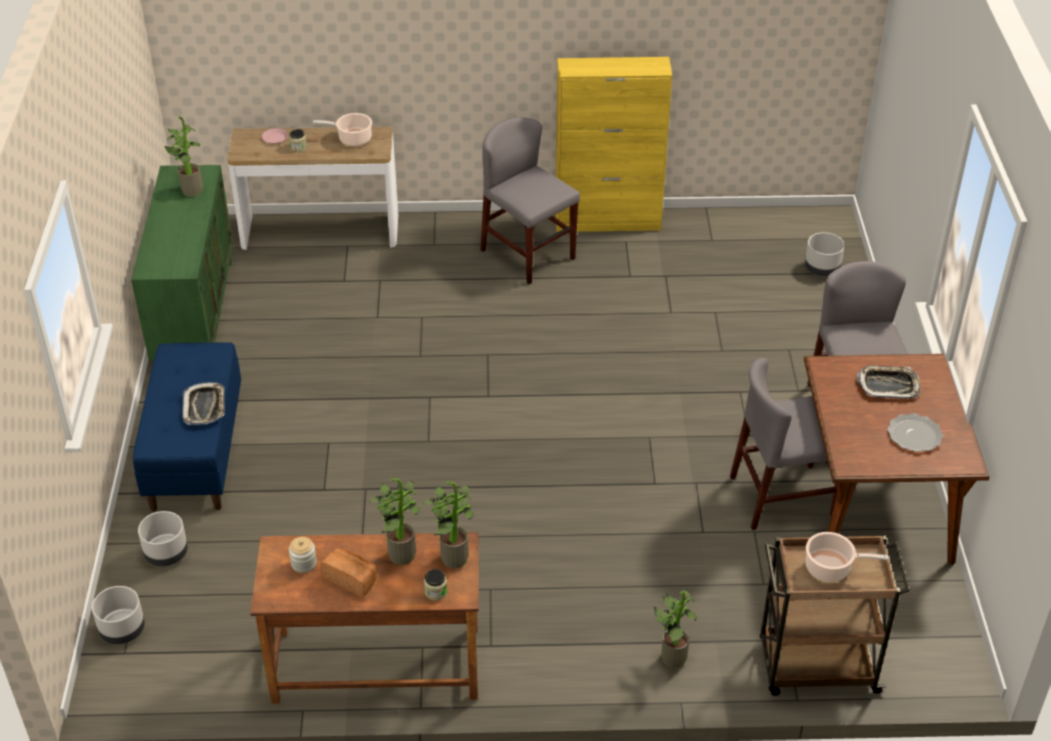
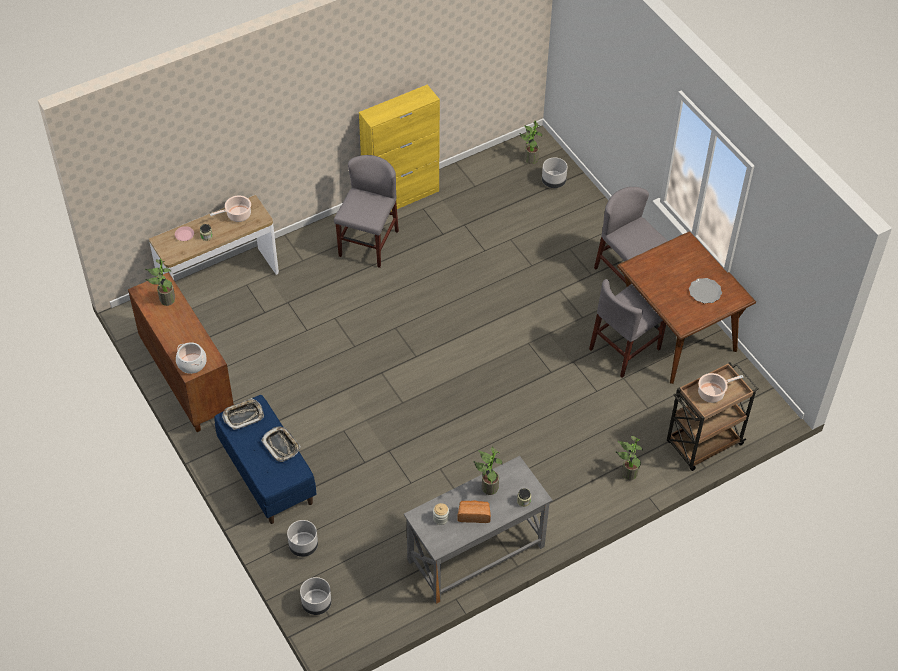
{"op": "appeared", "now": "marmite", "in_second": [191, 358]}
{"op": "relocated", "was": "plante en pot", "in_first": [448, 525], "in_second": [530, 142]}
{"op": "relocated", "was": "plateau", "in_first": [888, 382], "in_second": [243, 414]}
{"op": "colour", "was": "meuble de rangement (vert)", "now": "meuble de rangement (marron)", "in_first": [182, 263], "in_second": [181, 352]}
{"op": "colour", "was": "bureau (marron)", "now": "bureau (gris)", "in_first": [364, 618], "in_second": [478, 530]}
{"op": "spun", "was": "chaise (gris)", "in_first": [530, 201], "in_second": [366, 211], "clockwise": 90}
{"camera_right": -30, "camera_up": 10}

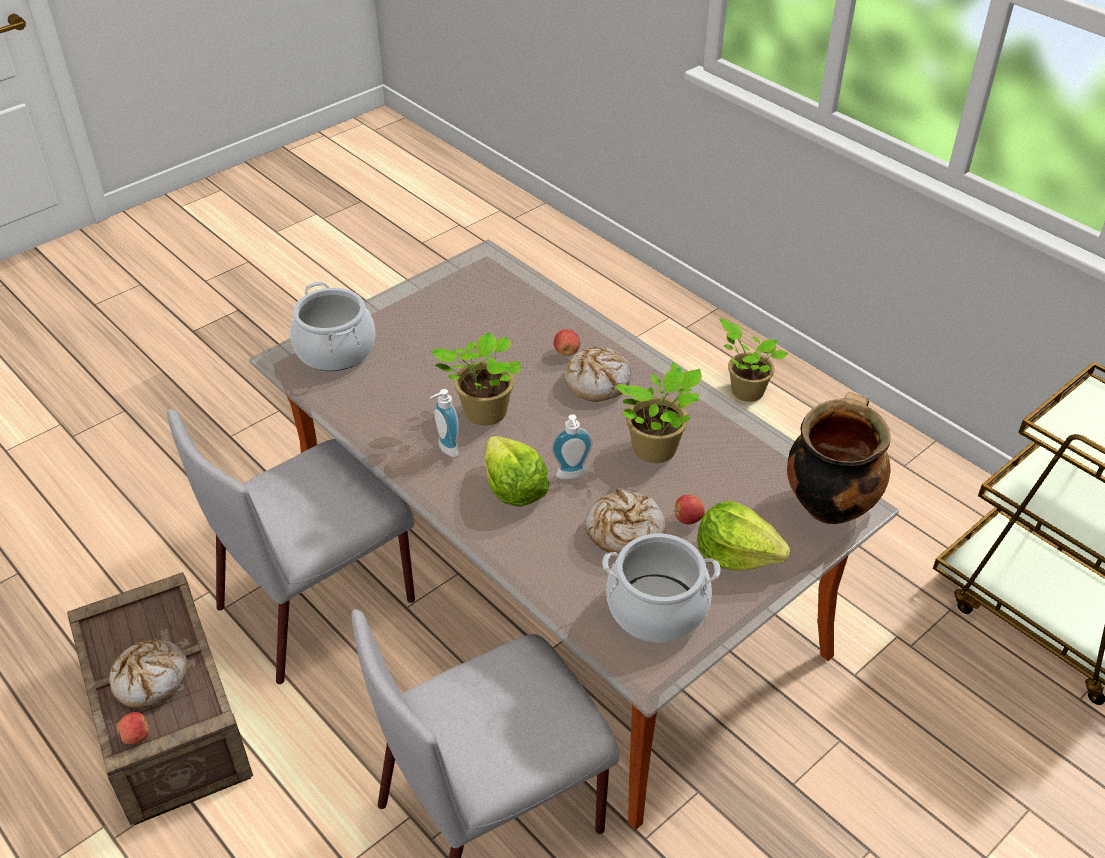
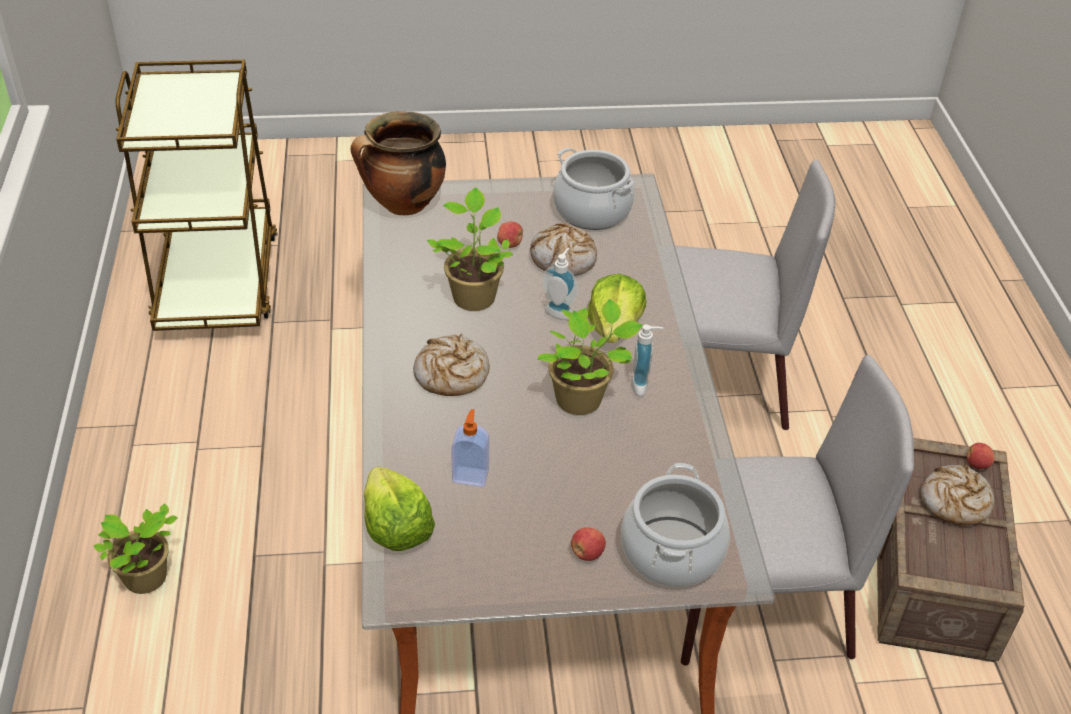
{"op": "appeared", "now": "distributeur de savon", "in_second": [470, 448]}
{"op": "relocated", "was": "pomme", "in_first": [567, 342], "in_second": [588, 544]}
{"op": "relocated", "was": "laitue", "in_first": [743, 535], "in_second": [399, 509]}
{"camera_right": -145, "camera_up": 0}

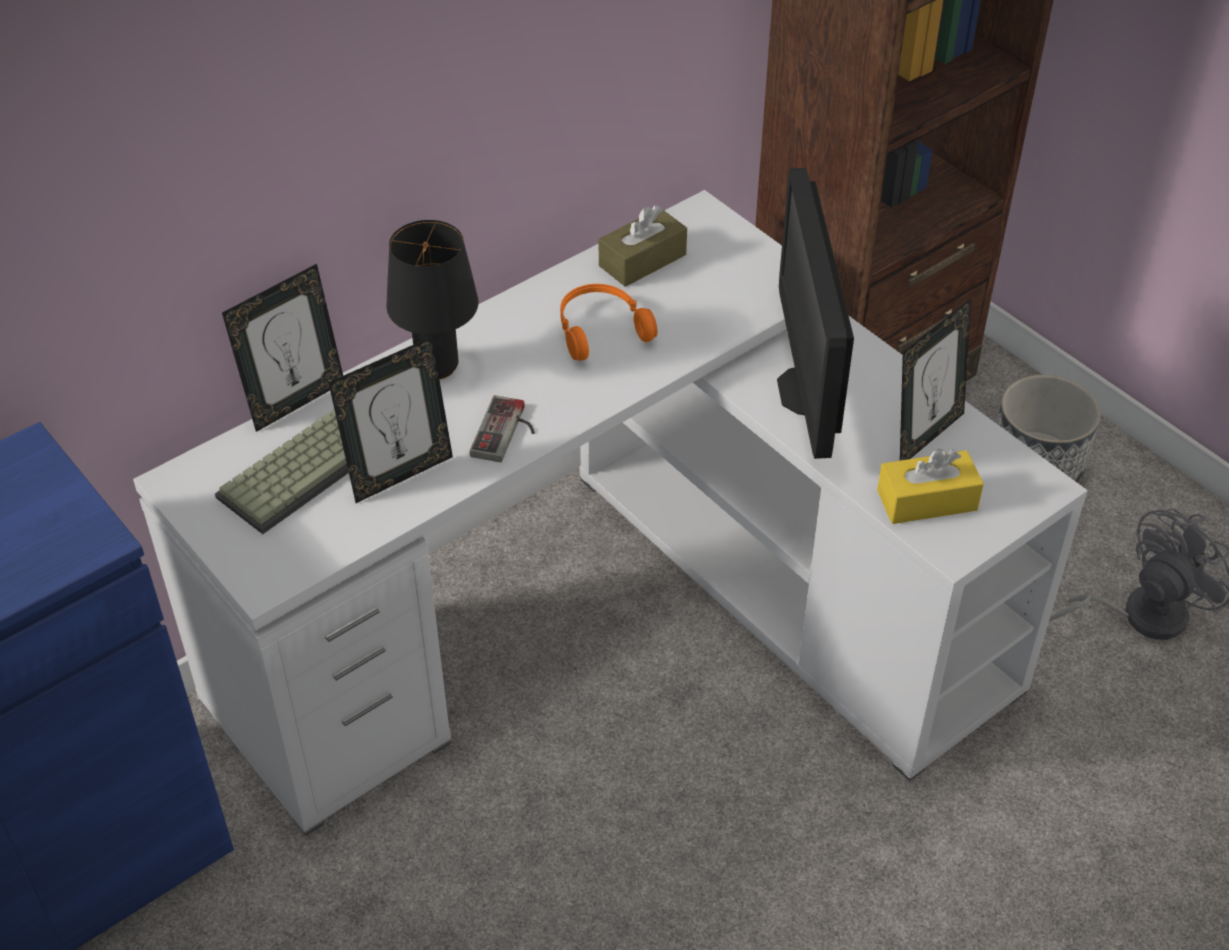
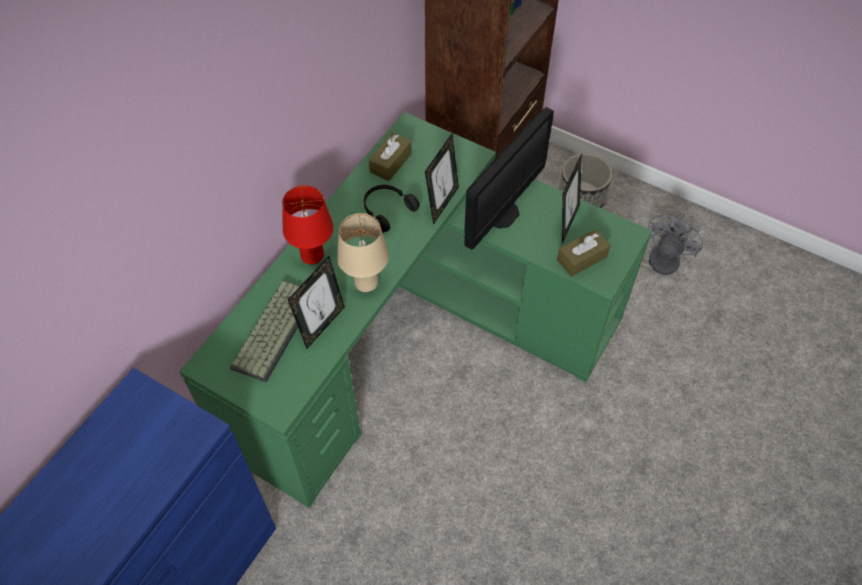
{"op": "relocated", "was": "cadre photo", "in_first": [282, 348], "in_second": [442, 179]}
{"op": "exchanged", "was": "manette", "now": "lampe de table (beige)", "in_first": [502, 428], "in_second": [363, 252]}
{"op": "colour", "was": "bureau (blanc)", "now": "bureau (vert)", "in_first": [610, 513], "in_second": [415, 310]}
{"op": "colour", "was": "lampe de table (noir)", "now": "lampe de table (rouge)", "in_first": [432, 299], "in_second": [307, 225]}
{"op": "colour", "was": "casque audio (orange)", "now": "casque audio (noir)", "in_first": [609, 322], "in_second": [392, 209]}
{"op": "colour", "was": "boîte à mouchoirs (jaune)", "now": "boîte à mouchoirs (marron)", "in_first": [930, 486], "in_second": [584, 253]}
{"op": "spun", "was": "écran d'ordinateur", "in_first": [815, 313], "in_second": [509, 178], "clockwise": -120}
{"camera_right": -20, "camera_up": 10}

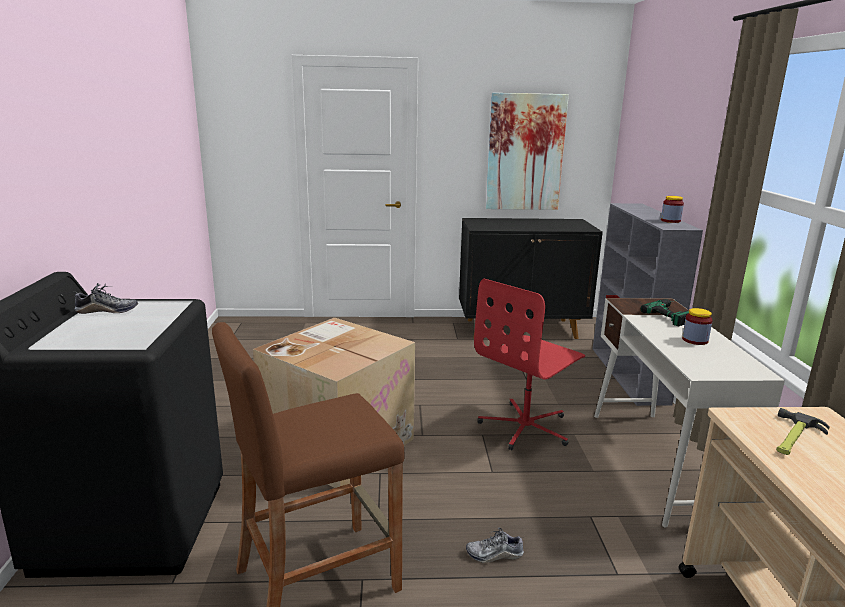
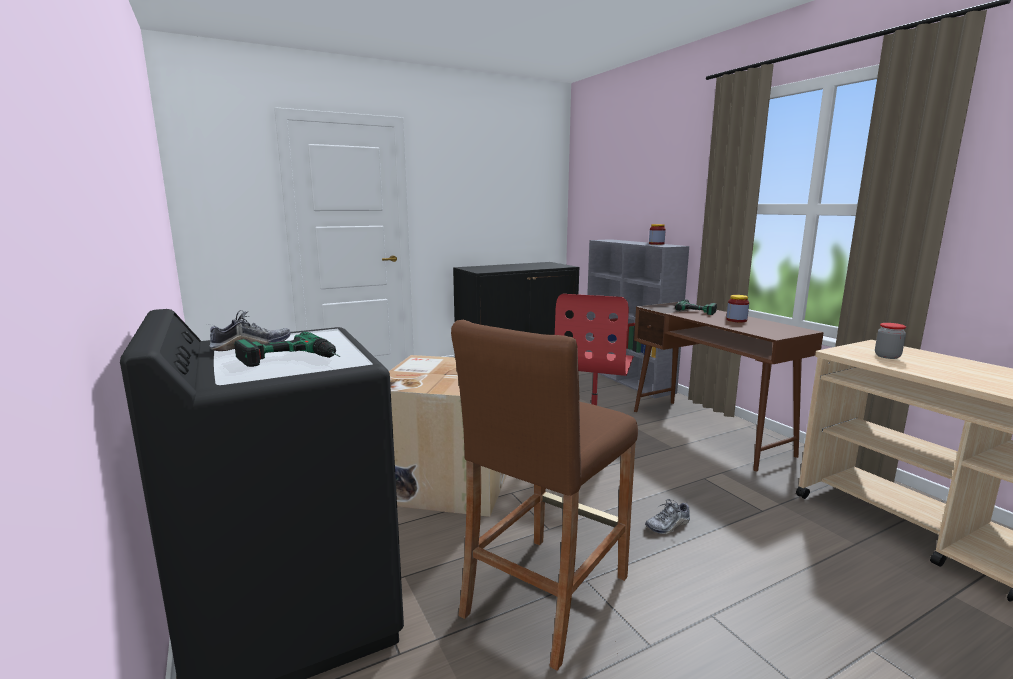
{"op": "missing", "was": "tableau", "in_first": [527, 151]}
{"op": "appeared", "now": "perceuse", "in_second": [287, 349]}
{"op": "exchanged", "was": "marteau", "now": "bocal", "in_first": [802, 431], "in_second": [890, 341]}
{"op": "colour", "was": "bureau (blanc)", "now": "bureau (marron)", "in_first": [689, 412], "in_second": [729, 386]}
{"camera_right": -25, "camera_up": -5}

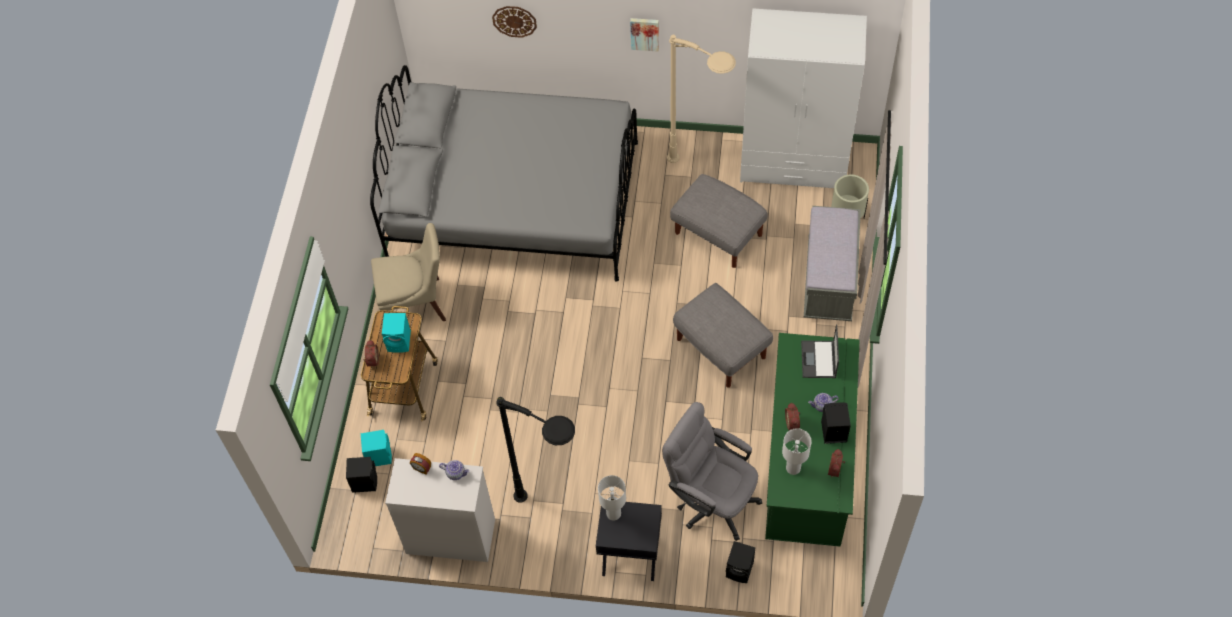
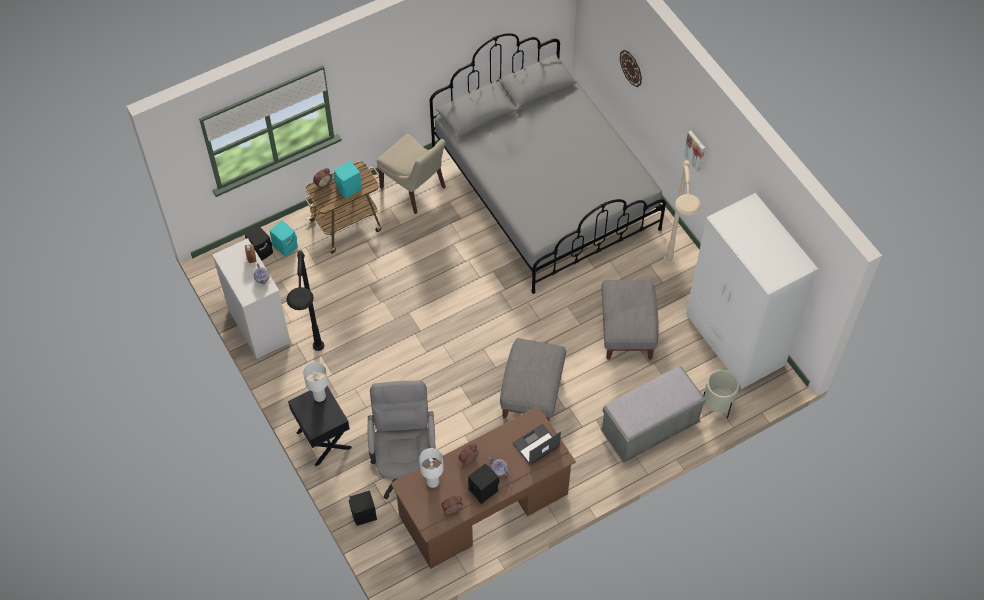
{"op": "colour", "was": "bureau (vert)", "now": "bureau (marron)", "in_first": [812, 440], "in_second": [483, 487]}
{"camera_right": 50, "camera_up": 0}

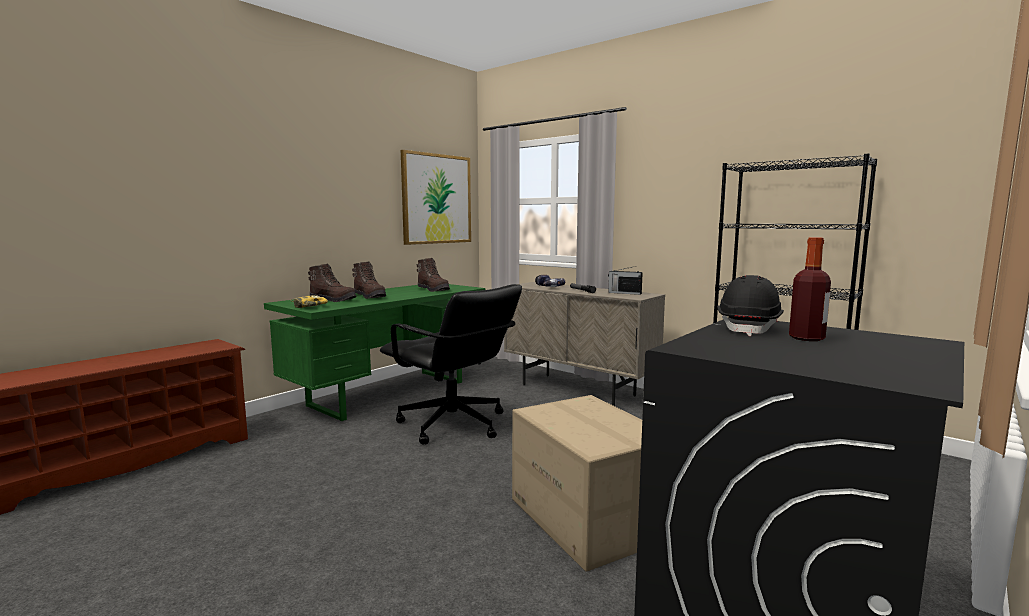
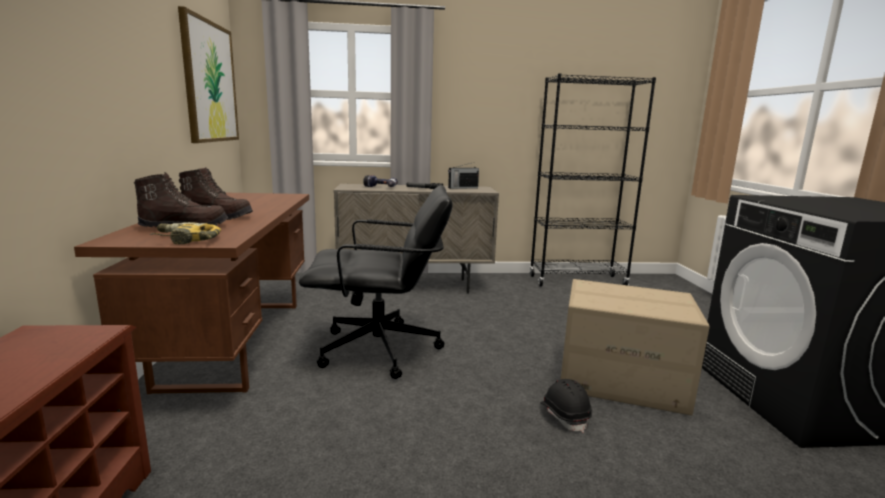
{"op": "missing", "was": "botte (marron)", "in_first": [433, 275]}
{"op": "missing", "was": "bouteille", "in_first": [810, 289]}
{"op": "relocated", "was": "casque de chantier (noir)", "in_first": [750, 305], "in_second": [566, 406]}
{"op": "colour", "was": "bureau (vert)", "now": "bureau (marron)", "in_first": [375, 352], "in_second": [191, 293]}
{"camera_right": -45, "camera_up": 5}

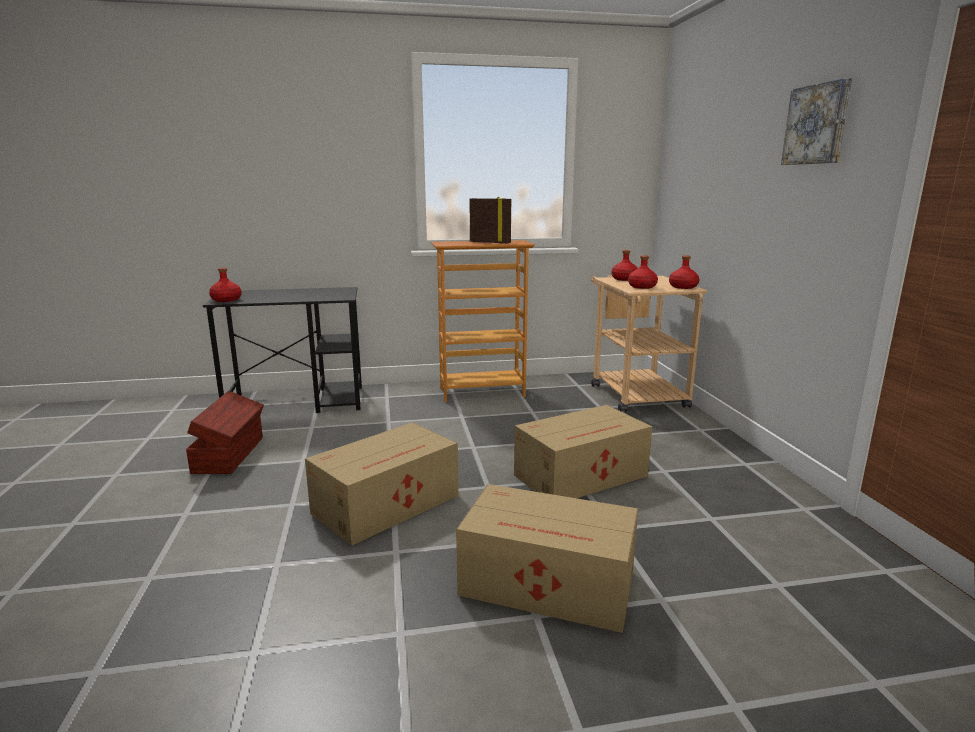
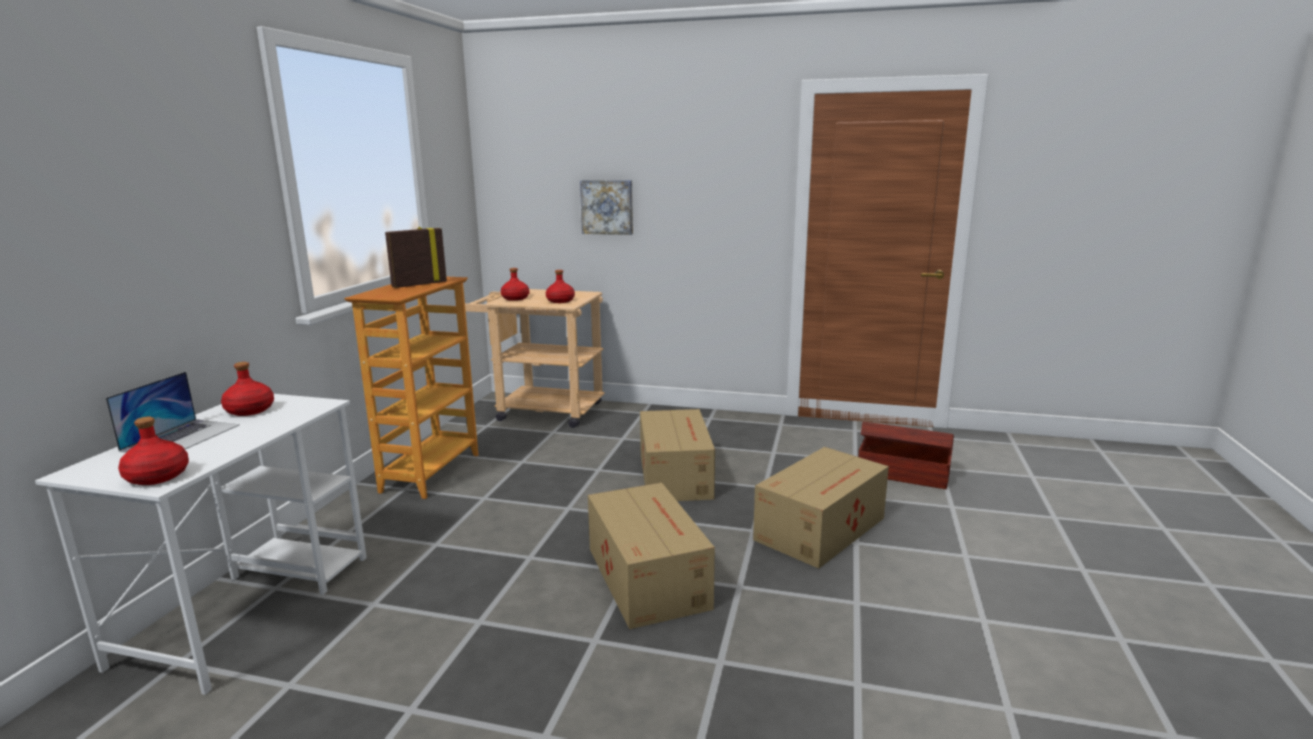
{"op": "appeared", "now": "ordinateur portable", "in_second": [173, 412]}
{"op": "relocated", "was": "boîte de rangement (marron)", "in_first": [225, 432], "in_second": [906, 455]}
{"op": "relocated", "was": "bouteille (rouge)", "in_first": [684, 272], "in_second": [247, 389]}
{"op": "relocated", "was": "tableau", "in_first": [816, 121], "in_second": [606, 207]}
{"op": "colour", "was": "bureau (noir)", "now": "bureau (blanc)", "in_first": [282, 350], "in_second": [201, 544]}
{"camera_right": -65, "camera_up": 0}

